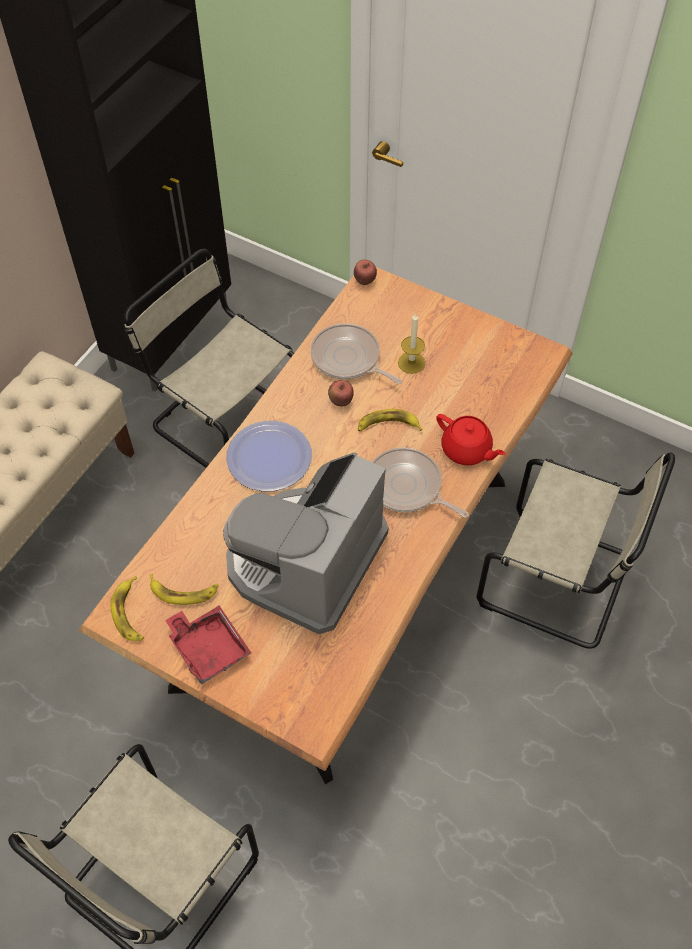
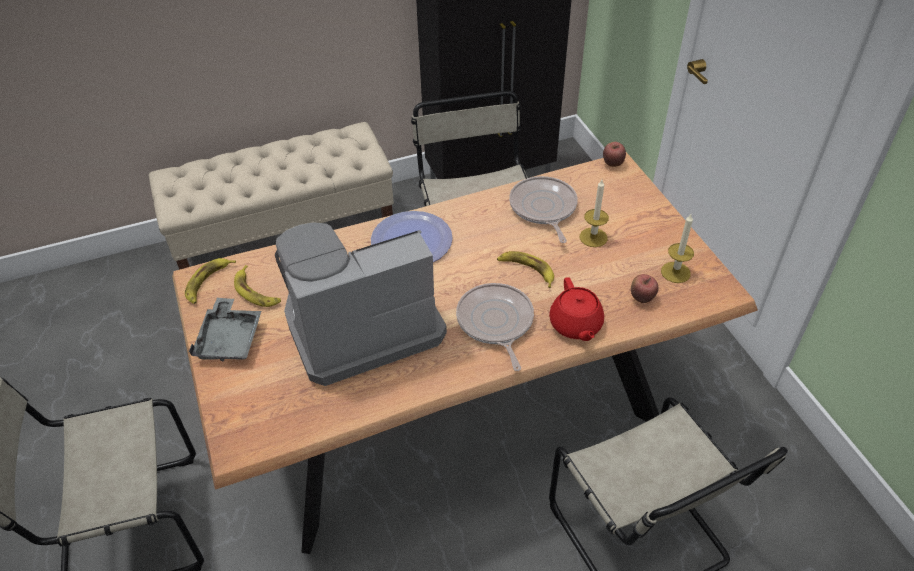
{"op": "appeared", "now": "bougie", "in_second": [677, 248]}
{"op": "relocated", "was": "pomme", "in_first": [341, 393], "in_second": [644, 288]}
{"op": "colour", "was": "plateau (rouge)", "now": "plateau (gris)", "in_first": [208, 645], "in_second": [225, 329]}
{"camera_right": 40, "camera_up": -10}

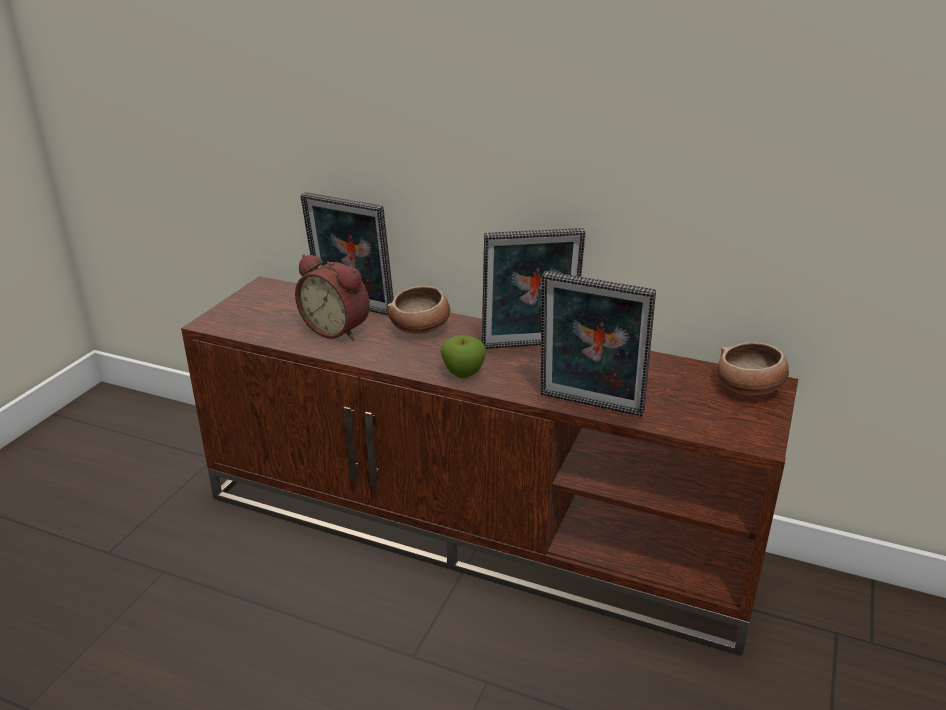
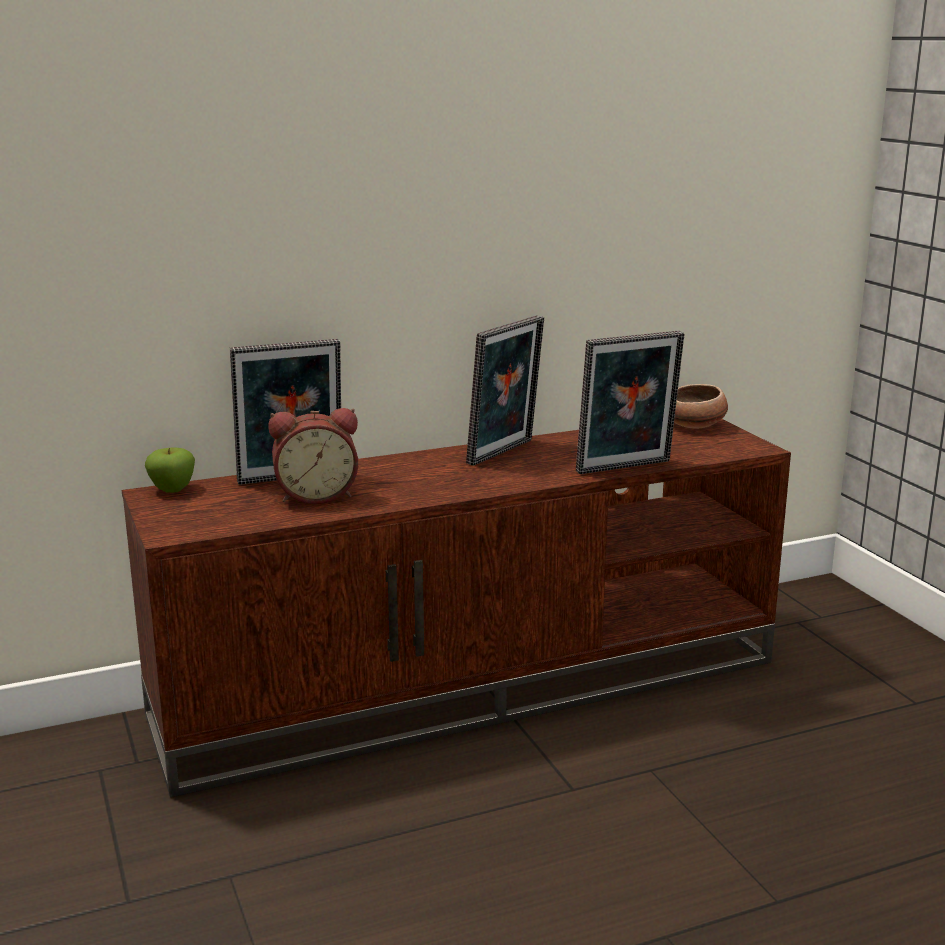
{"op": "missing", "was": "bol", "in_first": [418, 310]}
{"op": "relocated", "was": "pomme", "in_first": [463, 356], "in_second": [170, 470]}
{"camera_right": -45, "camera_up": -10}

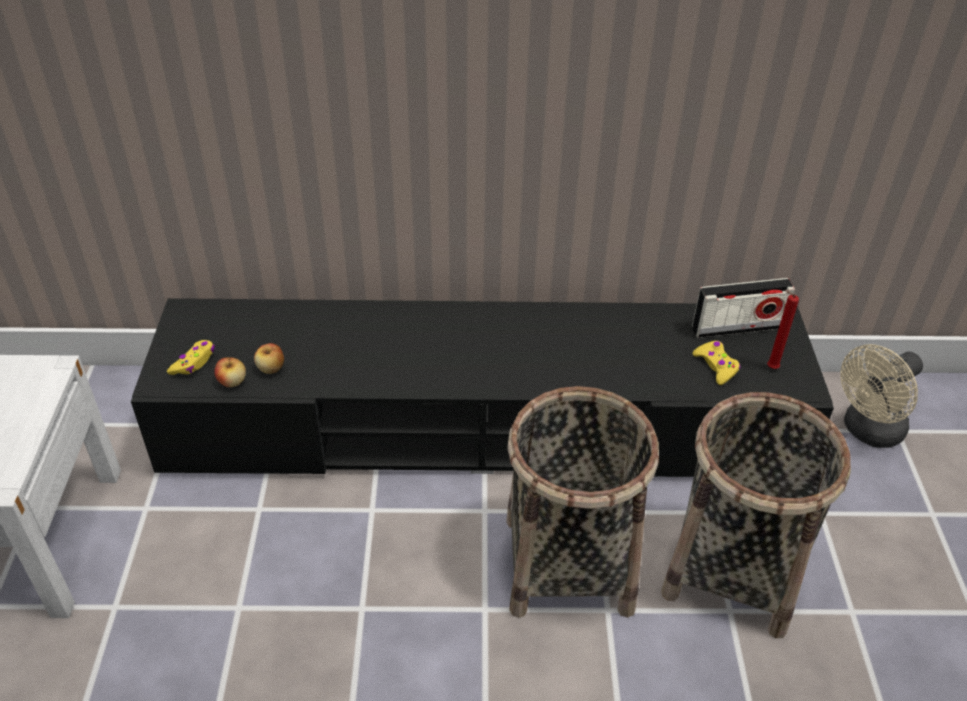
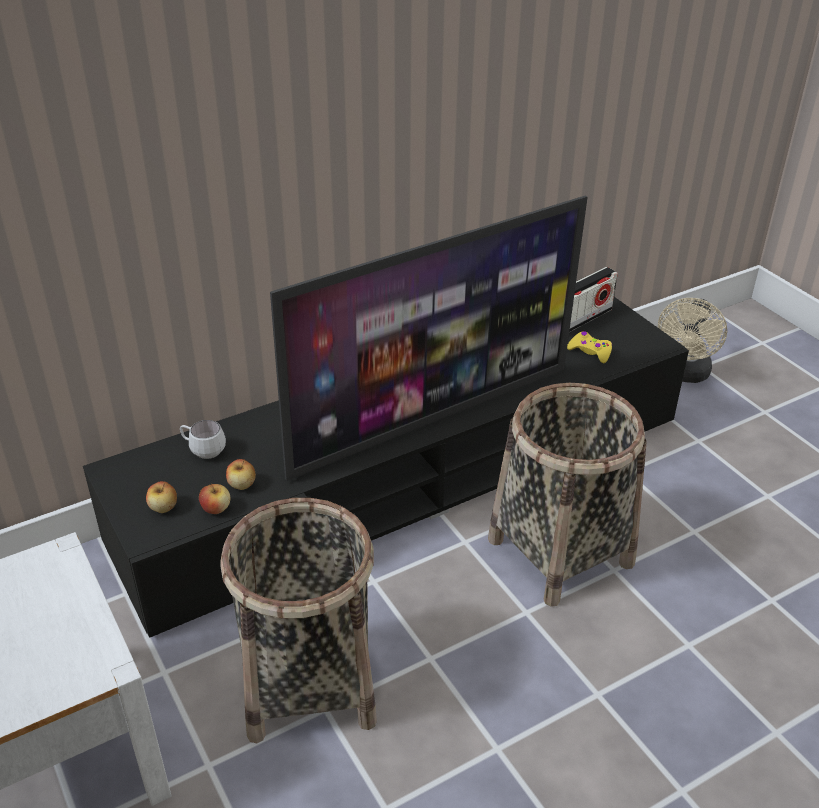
{"op": "missing", "was": "bougie (rouge)", "in_first": [783, 329]}
{"op": "appeared", "now": "mug (blanc)", "in_second": [203, 439]}
{"op": "appeared", "now": "téléviseur", "in_second": [429, 338]}
{"op": "relocated", "was": "panier", "in_first": [756, 515], "in_second": [298, 620]}
{"op": "exchanged", "was": "manette (jaune)", "now": "pomme", "in_first": [191, 357], "in_second": [161, 497]}
{"camera_right": -30, "camera_up": -5}

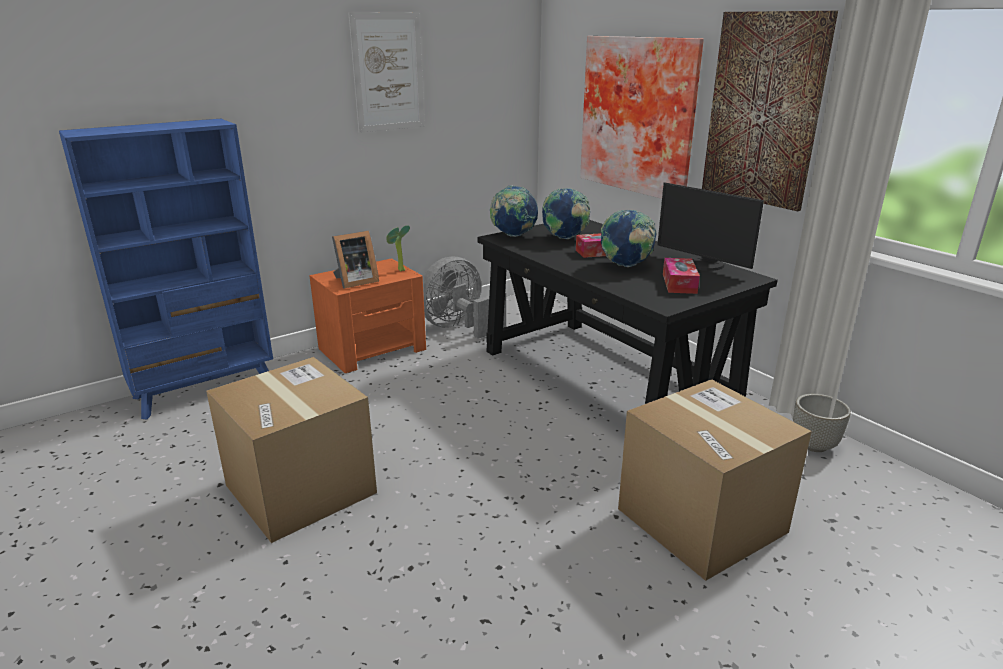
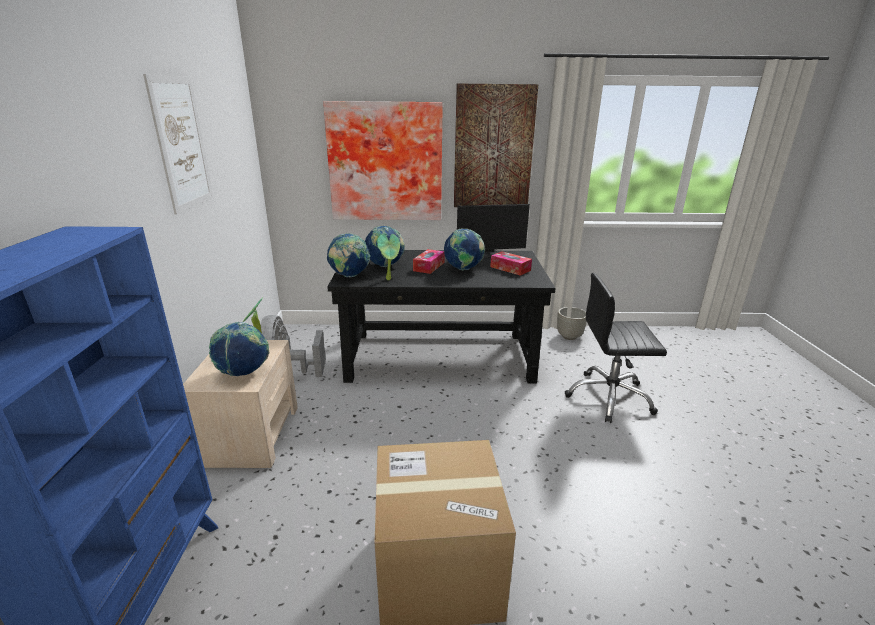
{"op": "appeared", "now": "plante en pot", "in_second": [388, 257]}
{"op": "exchanged", "was": "cadre photo", "now": "globe", "in_first": [355, 260], "in_second": [239, 349]}
{"op": "exchanged", "was": "carton", "now": "chaise de bureau (noir)", "in_first": [715, 480], "in_second": [615, 348]}
{"op": "colour", "was": "table de chevet (orange)", "now": "table de chevet (beige)", "in_first": [367, 315], "in_second": [240, 404]}
{"camera_right": -55, "camera_up": 0}

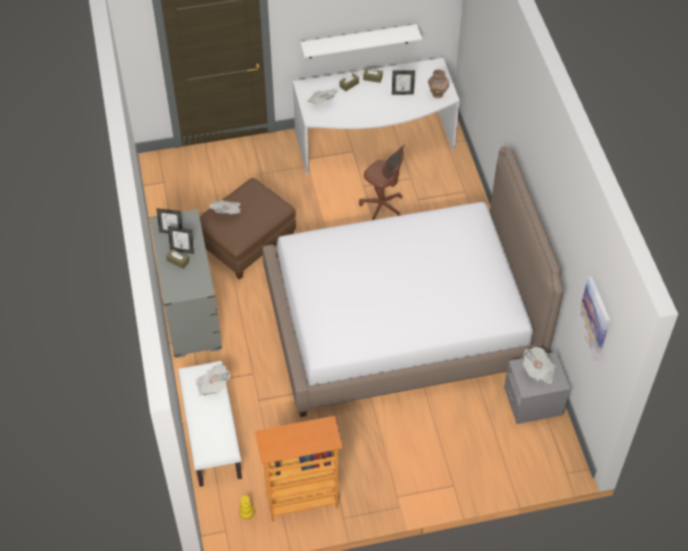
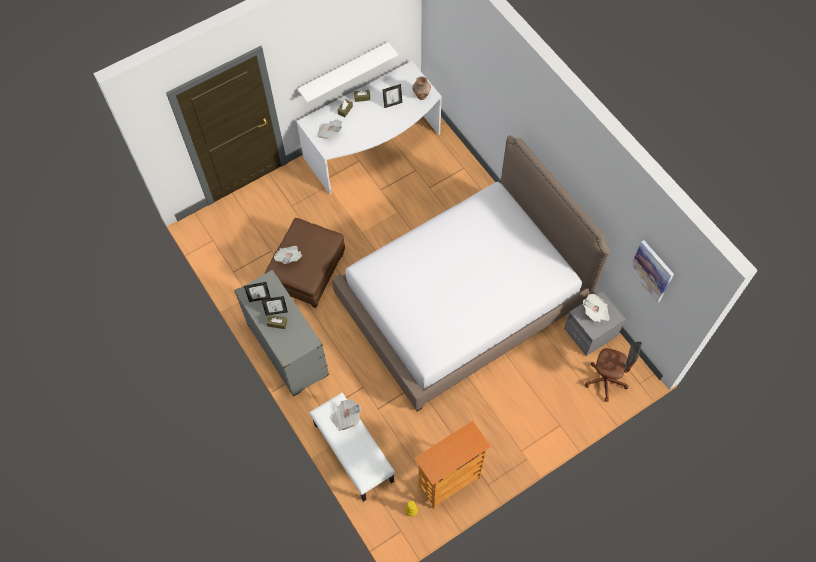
{"op": "relocated", "was": "chaise de bureau (marron)", "in_first": [381, 182], "in_second": [613, 372]}
{"camera_right": -20, "camera_up": 10}

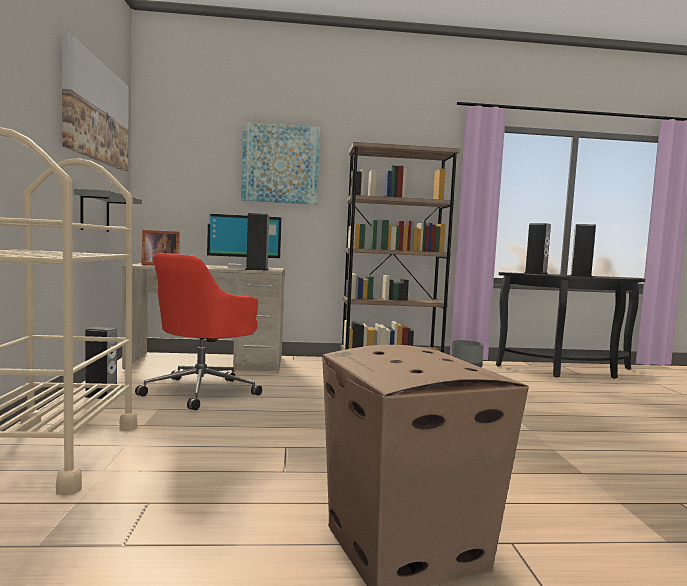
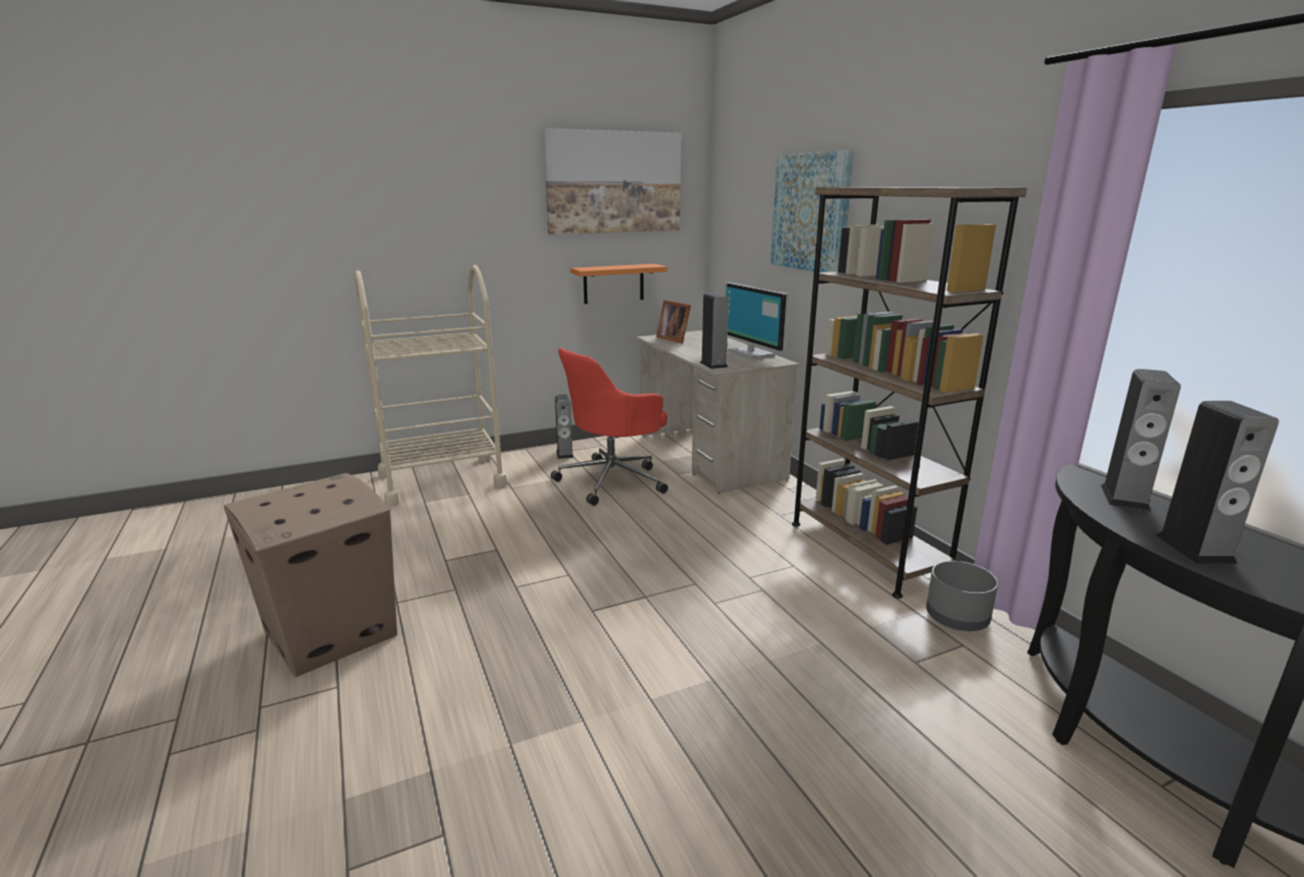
{"op": "colour", "was": "étagère (gris)", "now": "étagère (orange)", "in_first": [108, 210], "in_second": [619, 284]}
{"op": "spun", "was": "chaise de bureau (rouge)", "in_first": [198, 331], "in_second": [609, 427], "clockwise": -45}
{"camera_right": 70, "camera_up": 15}

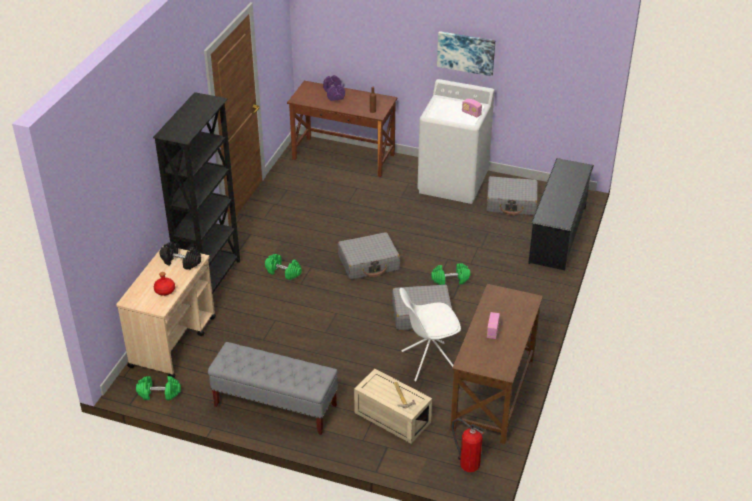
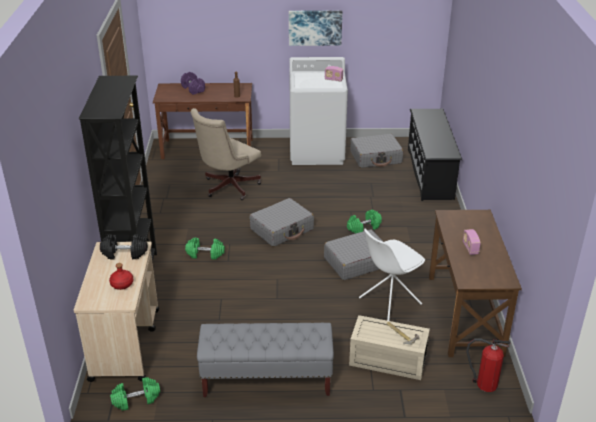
{"op": "appeared", "now": "chaise de bureau (beige)", "in_second": [225, 154]}
{"camera_right": -20, "camera_up": -5}

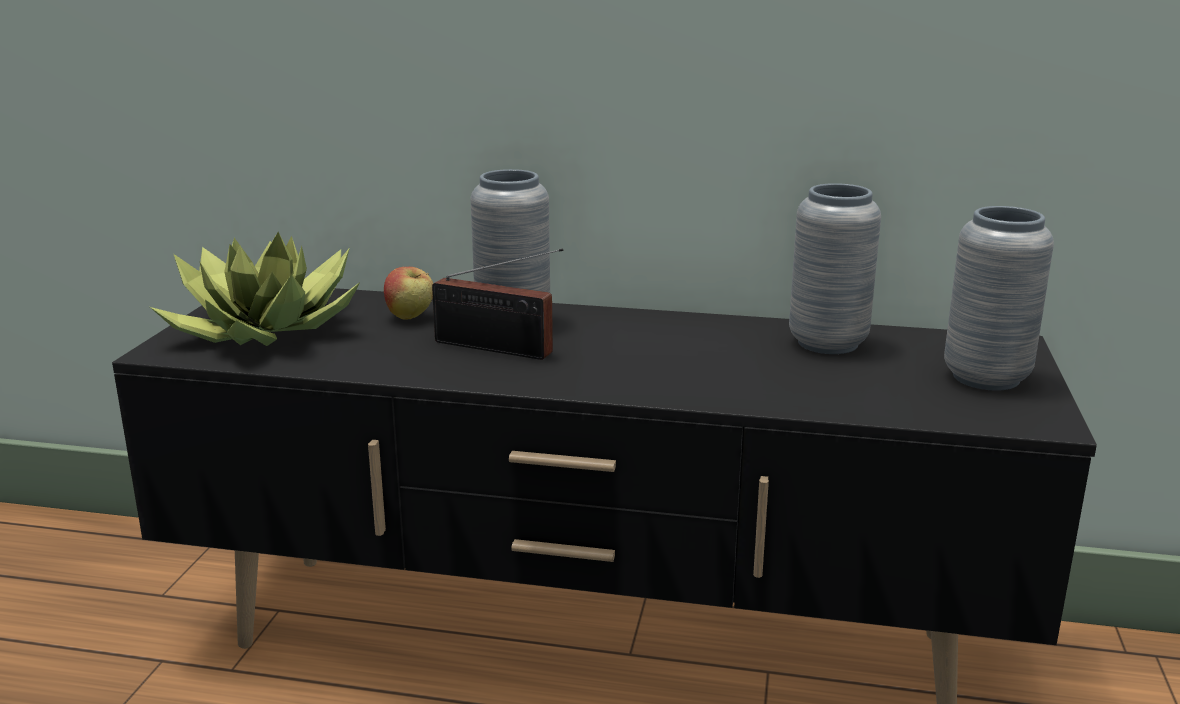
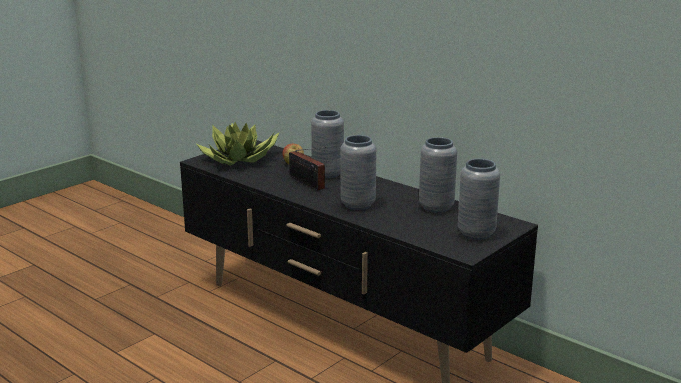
{"op": "appeared", "now": "vase (gris)", "in_second": [358, 172]}
{"camera_right": 30, "camera_up": 0}

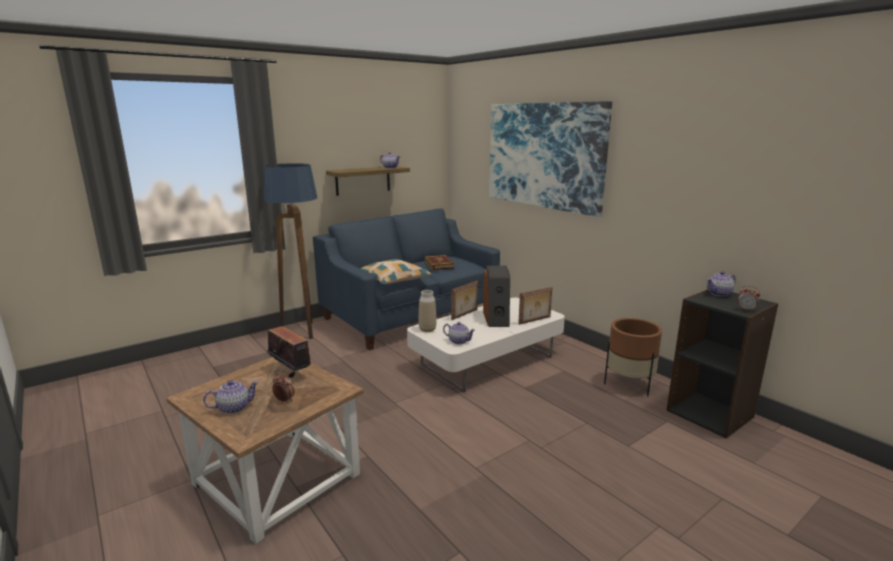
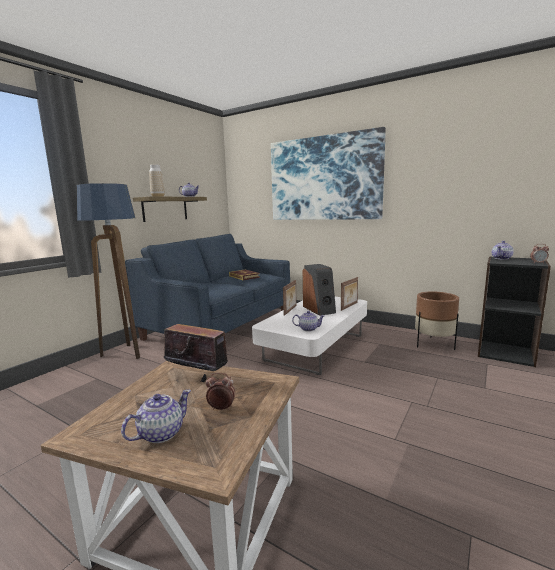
{"op": "missing", "was": "coussin", "in_first": [395, 271]}
{"op": "relocated", "was": "vase", "in_first": [427, 311], "in_second": [157, 180]}
{"camera_right": -20, "camera_up": -5}

